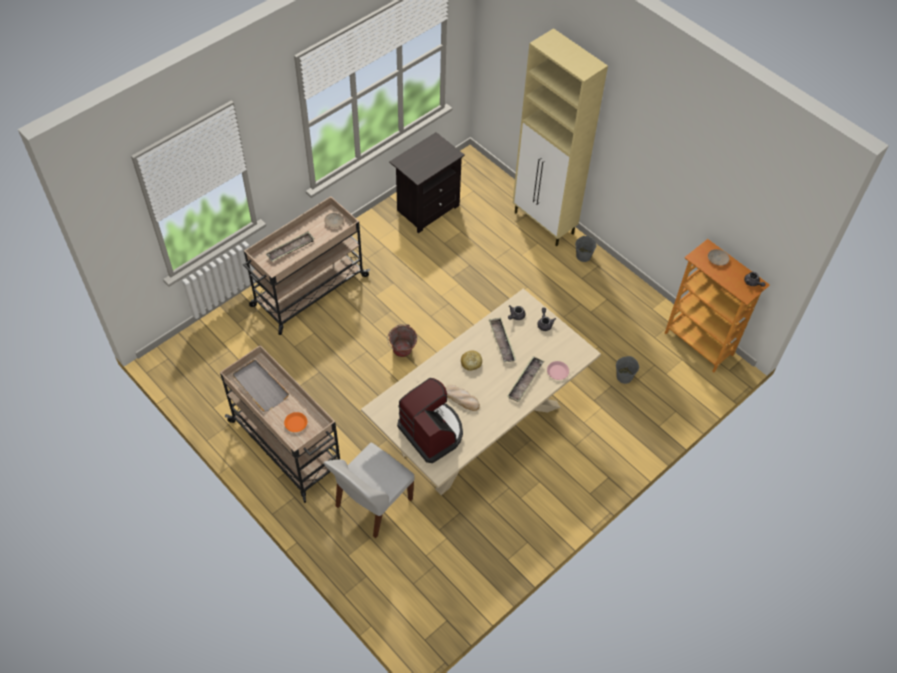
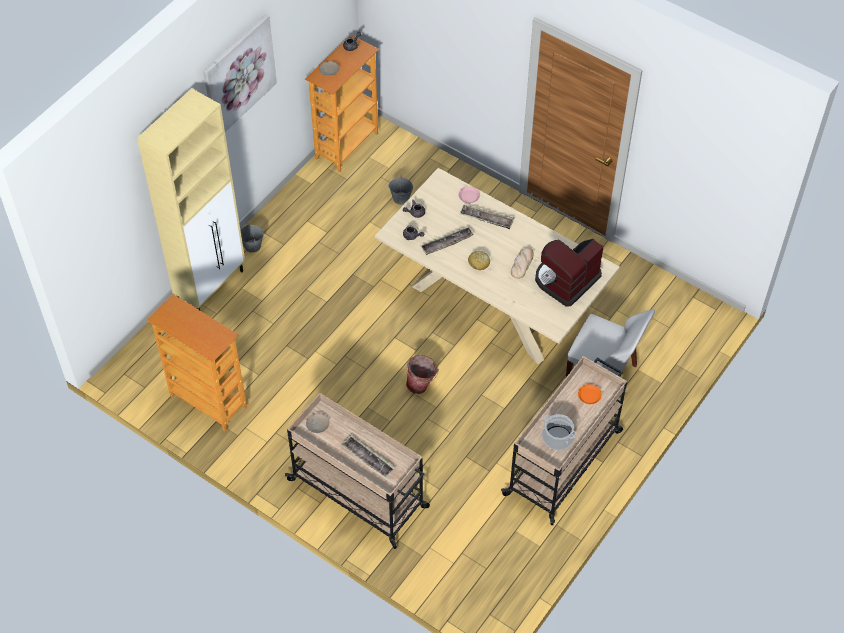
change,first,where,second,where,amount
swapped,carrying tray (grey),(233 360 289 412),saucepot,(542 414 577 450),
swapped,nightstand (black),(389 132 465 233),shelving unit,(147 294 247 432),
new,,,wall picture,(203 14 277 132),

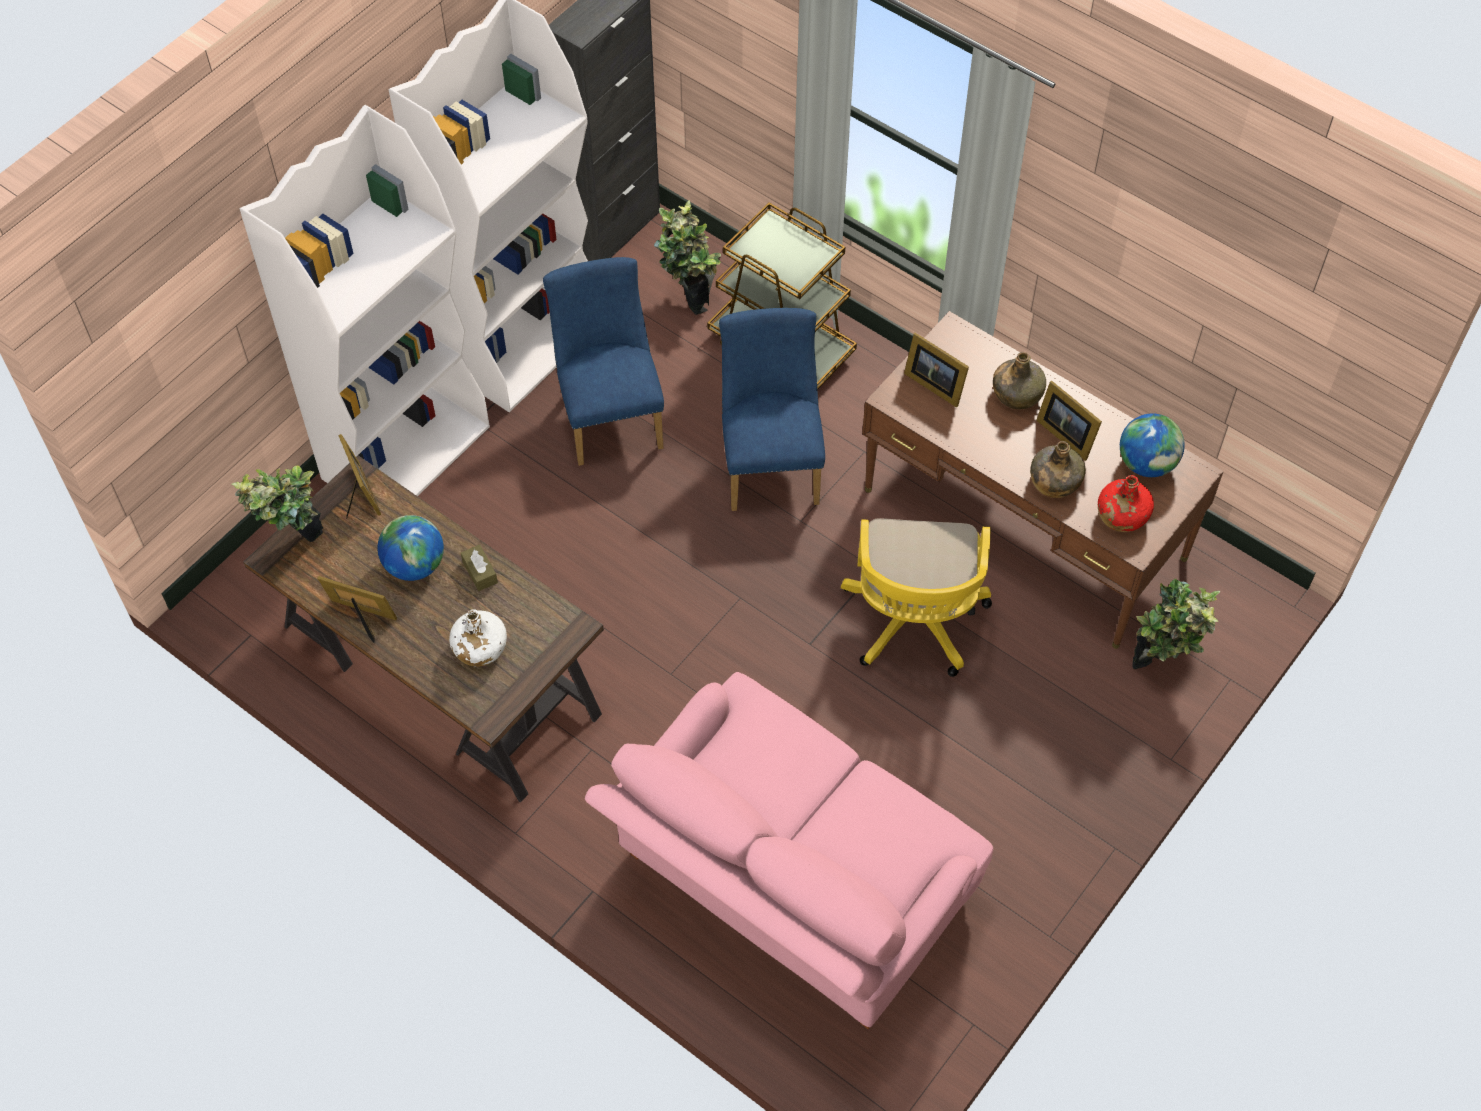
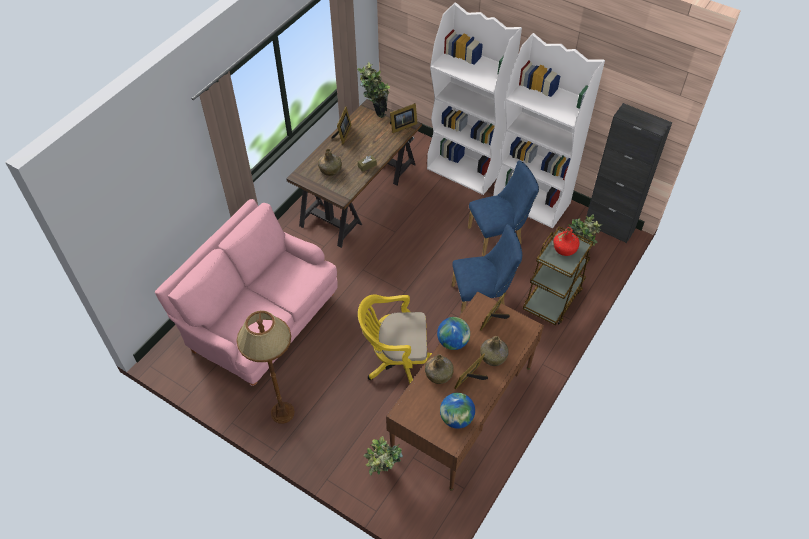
change,first,where,second,where,amount
shifted,globe,(377 515 444 581),,(437 317 470 350),
repainted,bottle (white),(449 609 507 666),bottle (green-coloured),(318 148 342 176),
shifted,bottle (red),(1098 475 1154 532),,(553 227 580 256),
new,,,floor lamp (brown),(236 311 295 424),

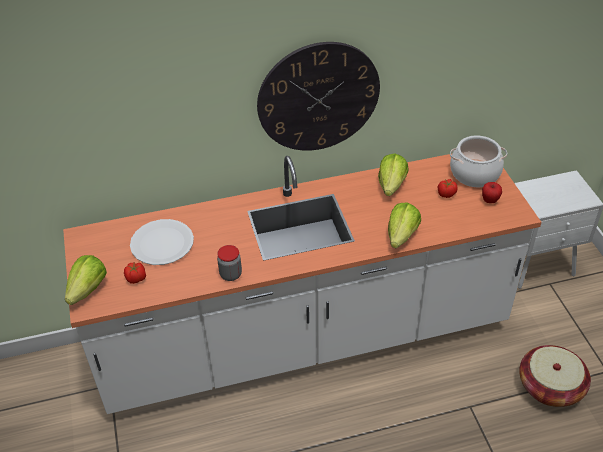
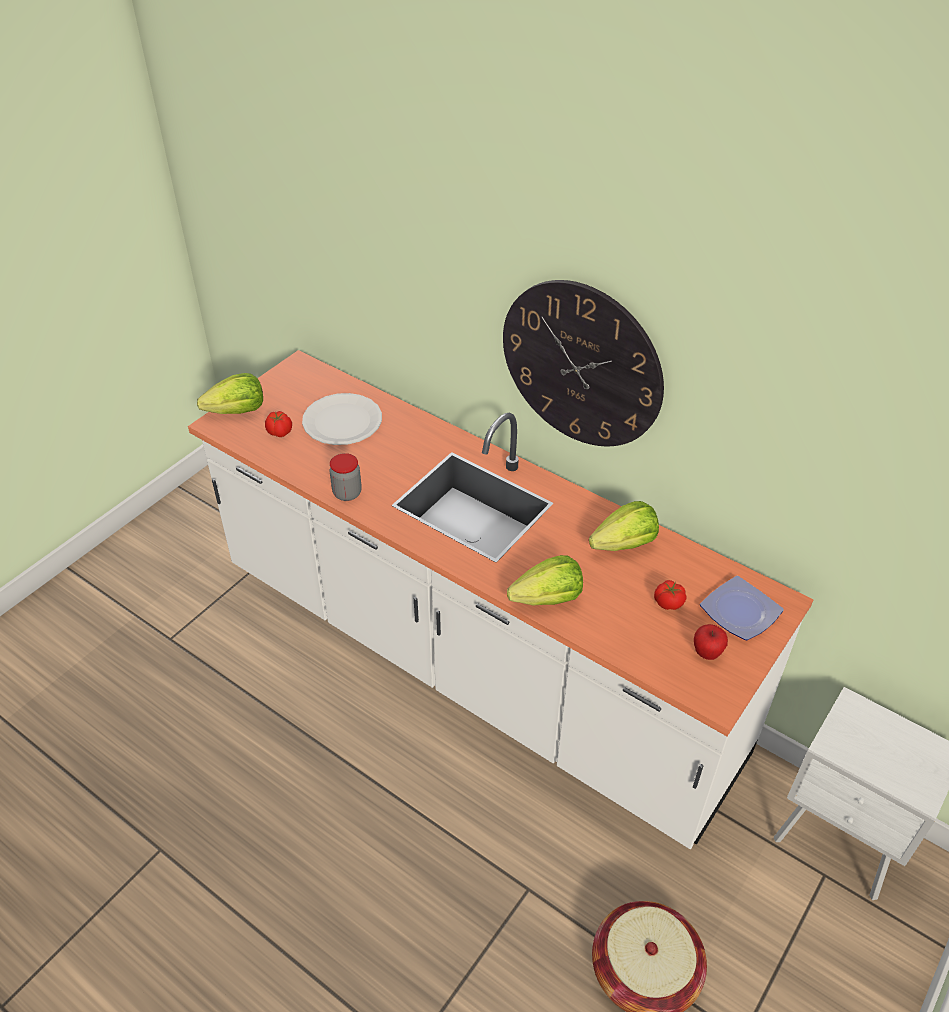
change,first,where,second,where,amount
swapped,saucepot,(450 136 507 187),plate,(700 576 784 640),

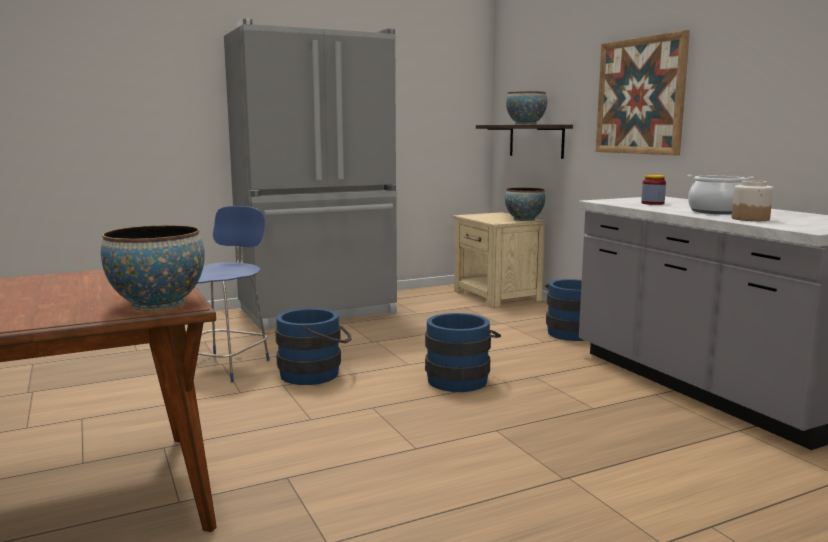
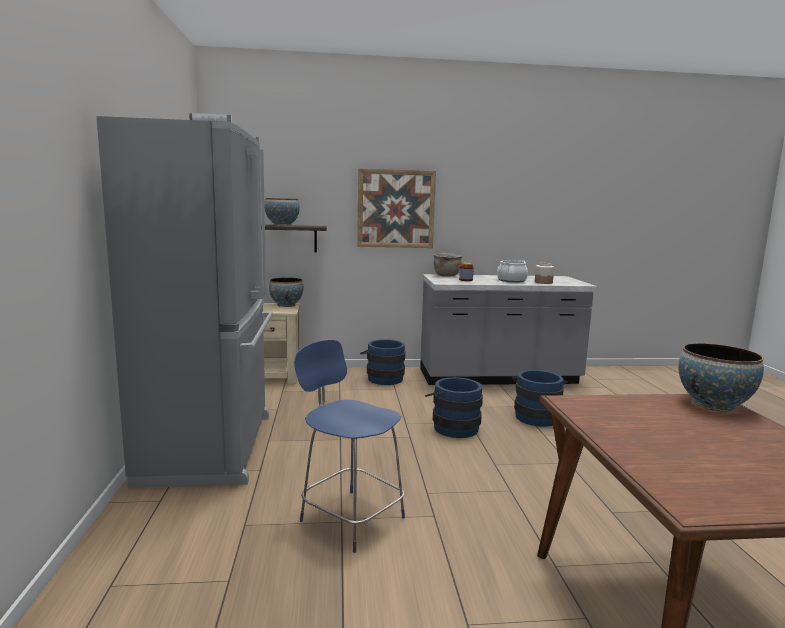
change,first,where,second,where,amount
shifted,bucket (bluish),(275 308 352 385),,(512 370 568 427),
new,,,saucepot (brown),(433 253 462 277),

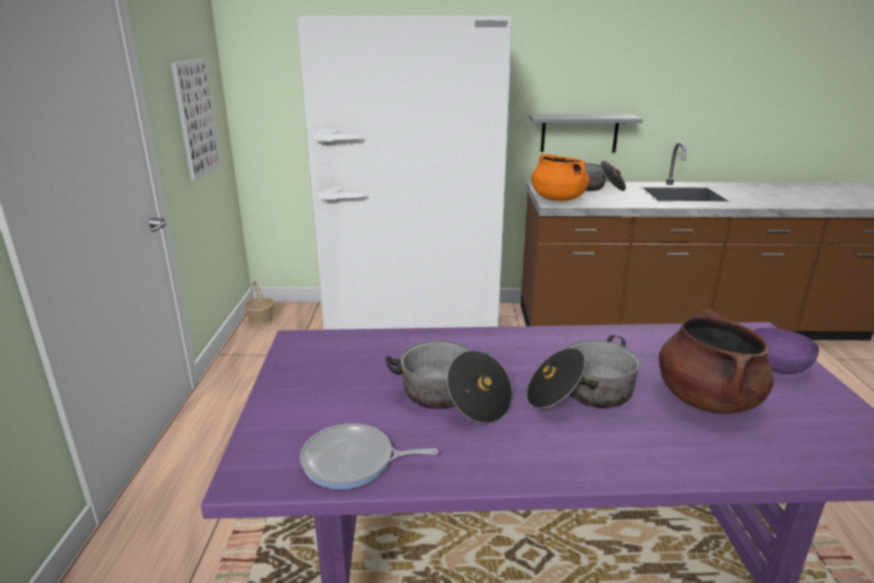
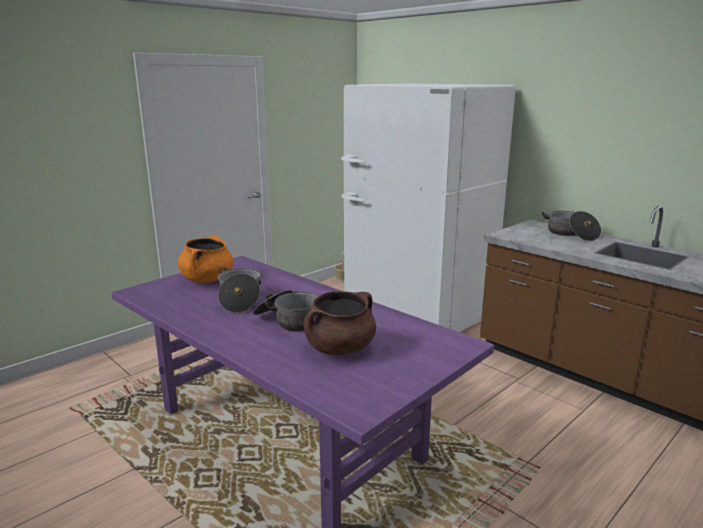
change,first,where,second,where,amount
gone,wall picture,(171 59 220 180),,,
gone,frying pan,(300 423 438 489),,,
gone,wall shelf (grey),(529 114 643 152),,,
shifted,saucepot (orange-coloured),(531 153 589 201),,(178 235 233 283),
gone,bowl (purple),(753 328 819 374),,,

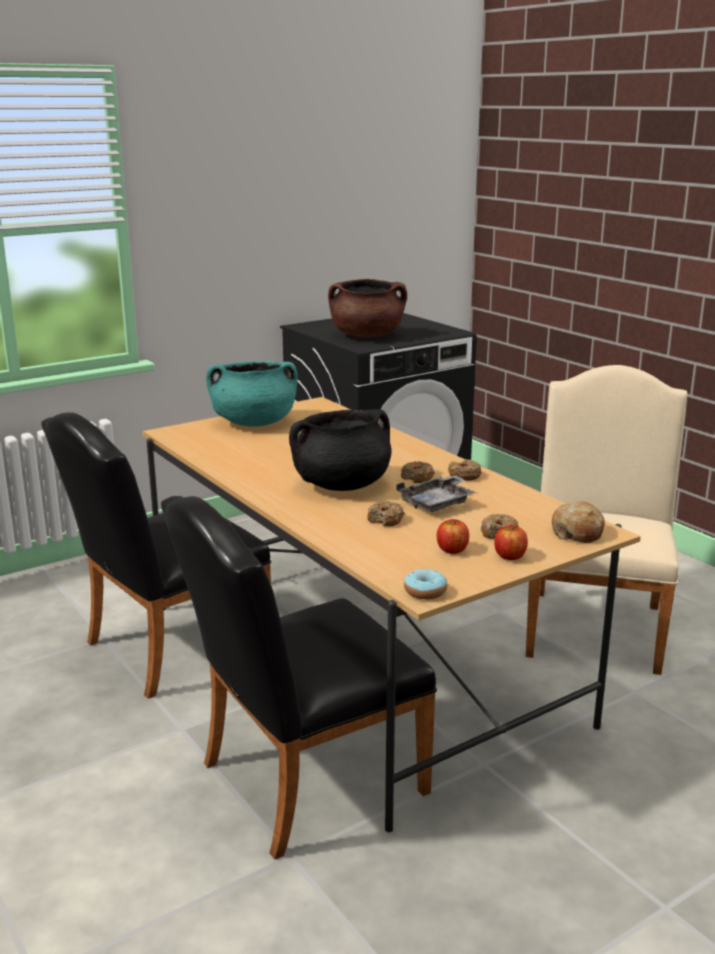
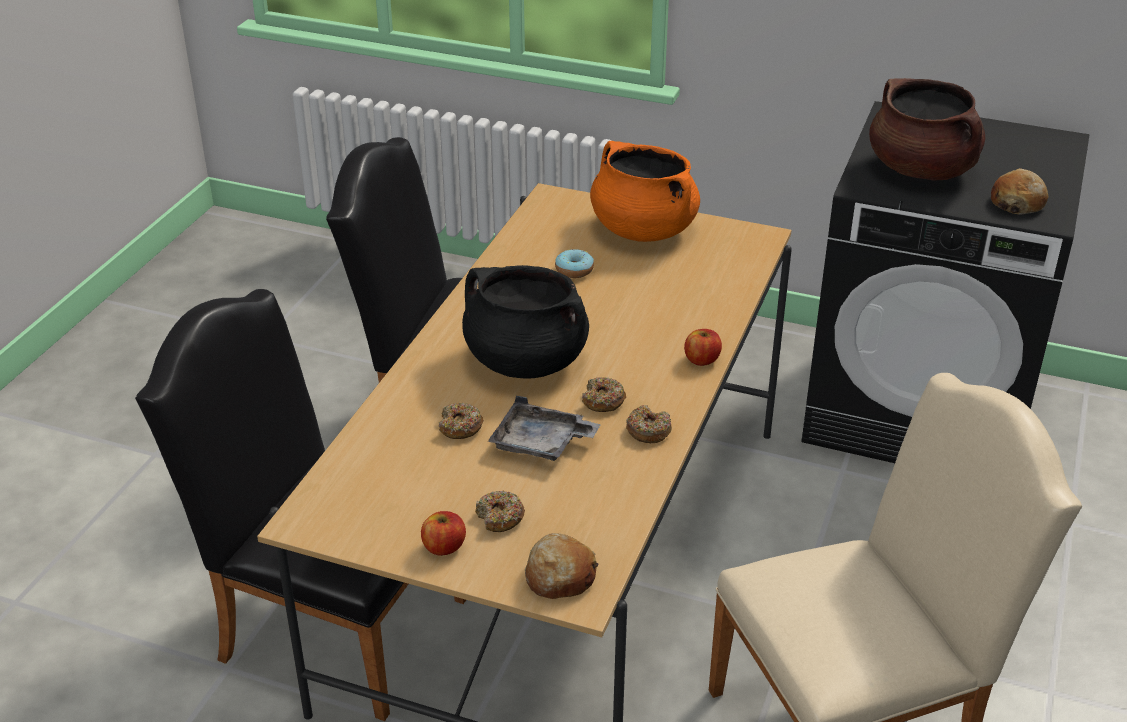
change,first,where,second,where,amount
repainted,saucepot (turquoise-coloured),(206 361 298 427),saucepot (orange-coloured),(590 141 700 242),
shifted,donut,(404 569 447 599),,(555 249 594 278),
shifted,apple fruit,(437 519 469 554),,(684 329 722 366),
new,,,bakery bread,(991 168 1048 215),

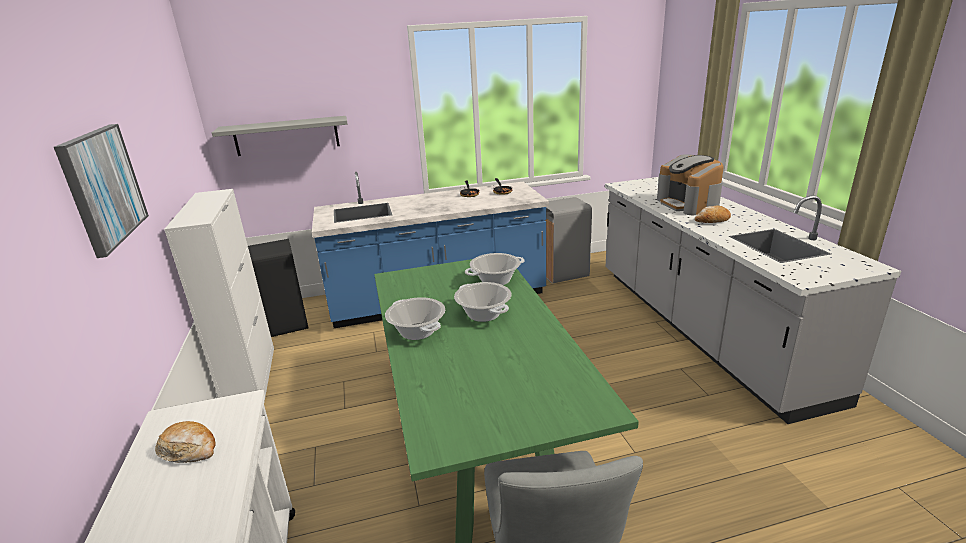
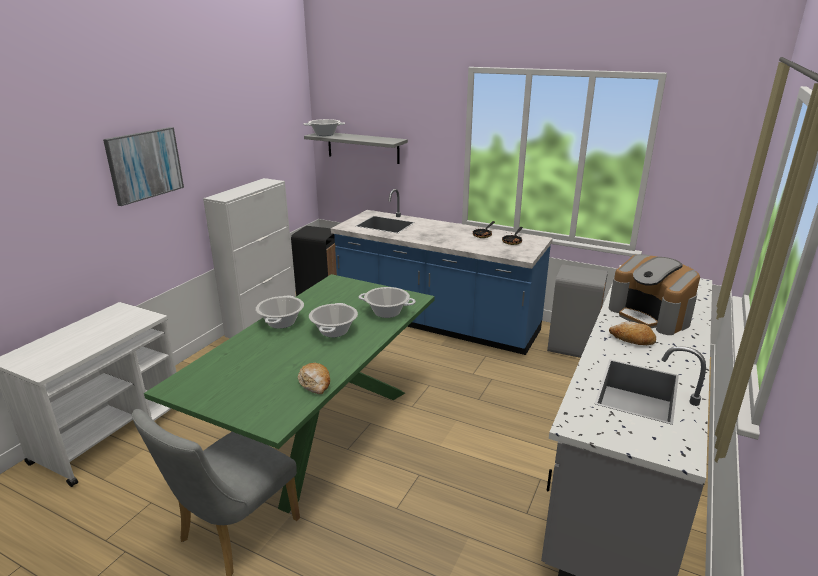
change,first,where,second,where,amount
shifted,bakery bread,(155 421 216 463),,(298 363 330 394),
rotated,coffee brewer,(657 154 724 215),,(608 254 700 335),60 degrees counterclockwise
new,,,saucepot,(303 119 345 136),

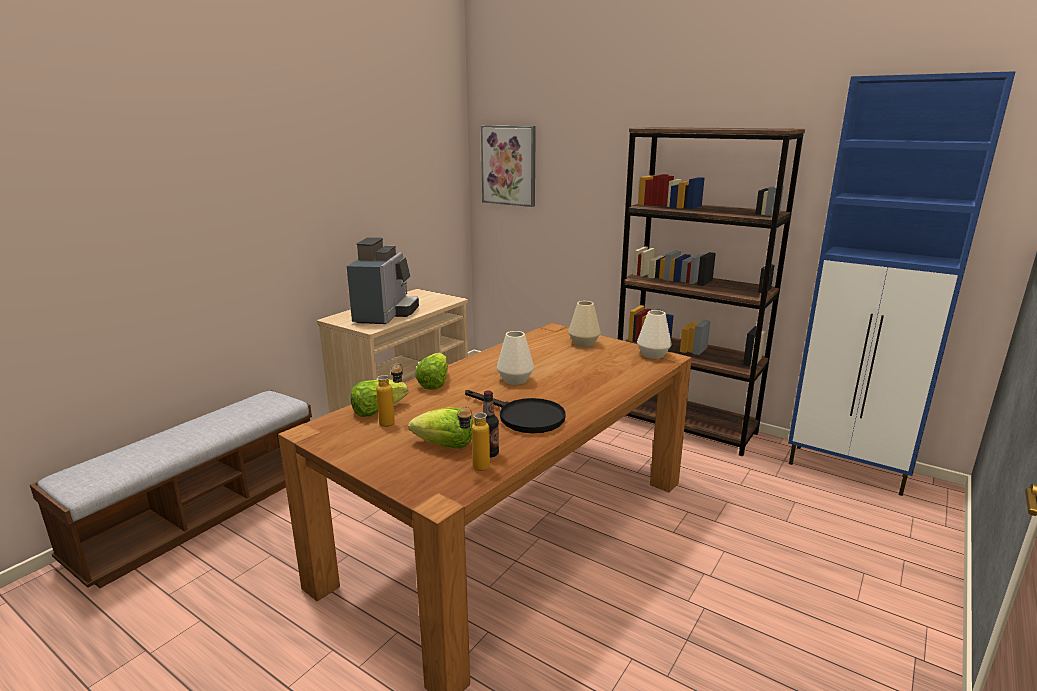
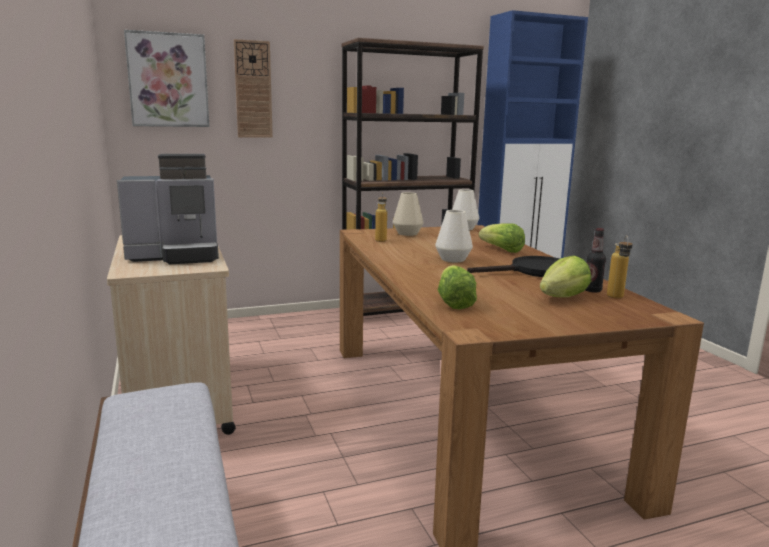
change,first,where,second,where,amount
rotated,coffee brewer,(347 237 419 324),,(117 154 219 264),120 degrees clockwise
shifted,bottle,(376 364 403 427),,(375 193 387 242),
shifted,lettuce head,(415 353 448 390),,(479 223 525 253),
new,,,hanging clock,(234 39 273 138),

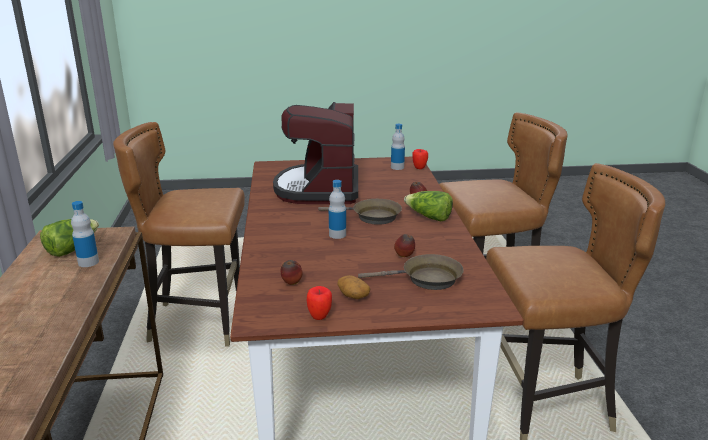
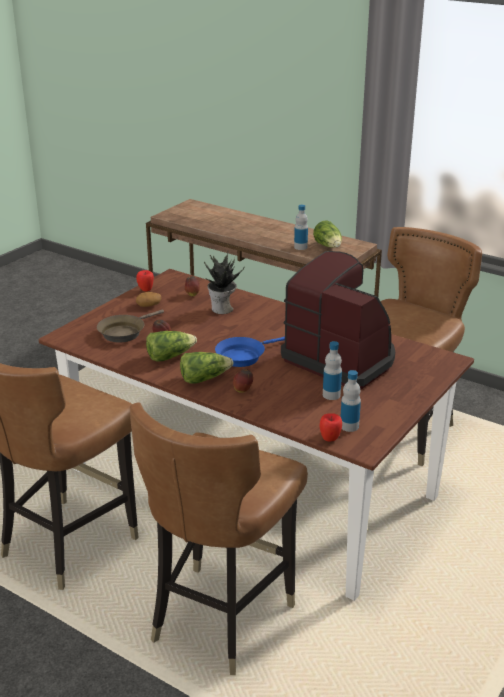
change,first,where,second,where,amount
repainted,frying pan (brown),(318 199 402 225),frying pan (bluish),(215 337 285 367),
shifted,bottle,(329 180 346 239),,(323 341 342 400),
new,,,lettuce head,(146 331 197 362),
new,,,houseplant,(204 252 245 314),

